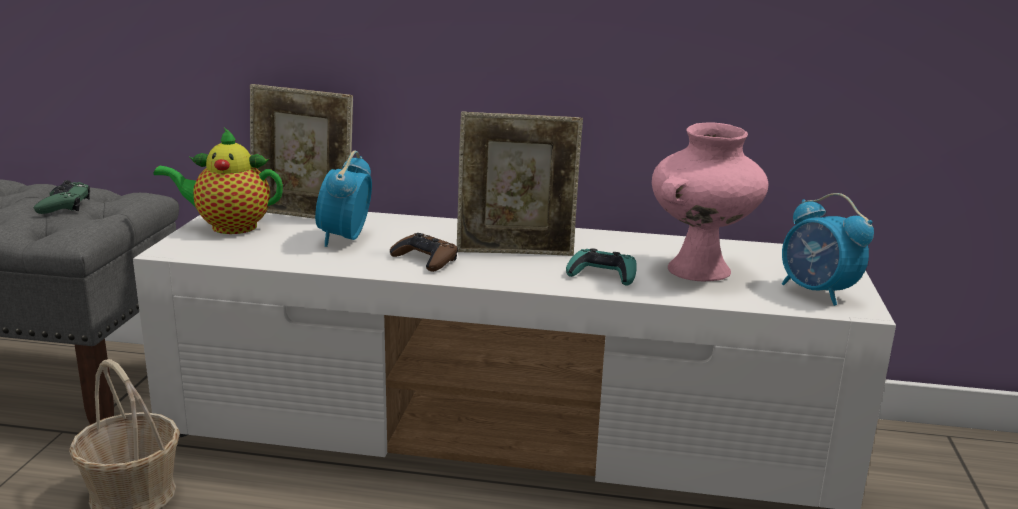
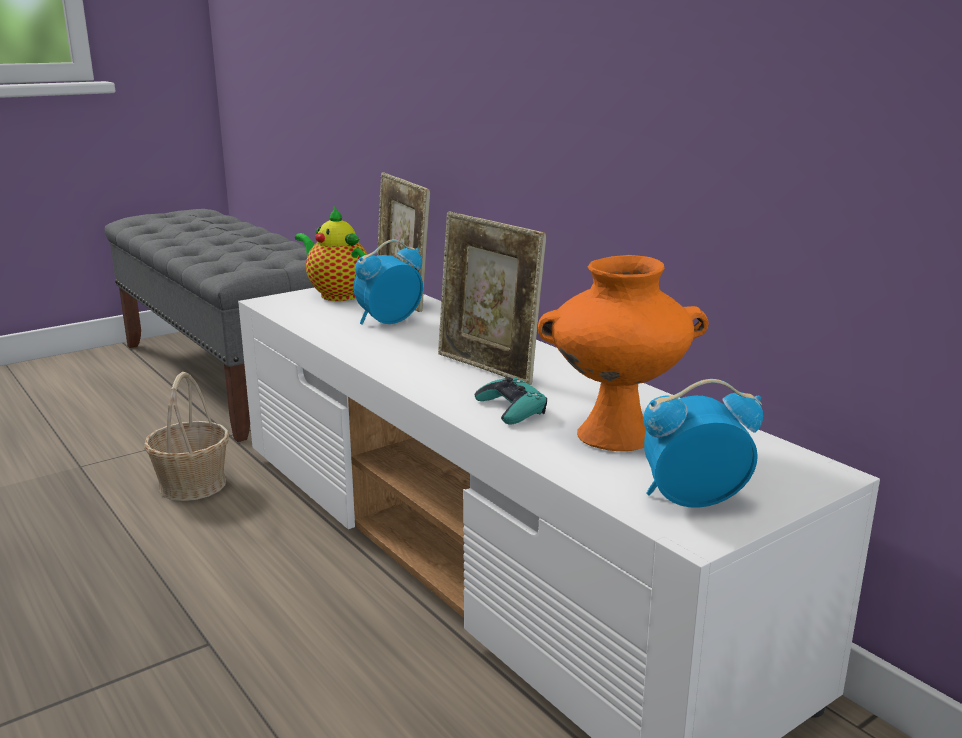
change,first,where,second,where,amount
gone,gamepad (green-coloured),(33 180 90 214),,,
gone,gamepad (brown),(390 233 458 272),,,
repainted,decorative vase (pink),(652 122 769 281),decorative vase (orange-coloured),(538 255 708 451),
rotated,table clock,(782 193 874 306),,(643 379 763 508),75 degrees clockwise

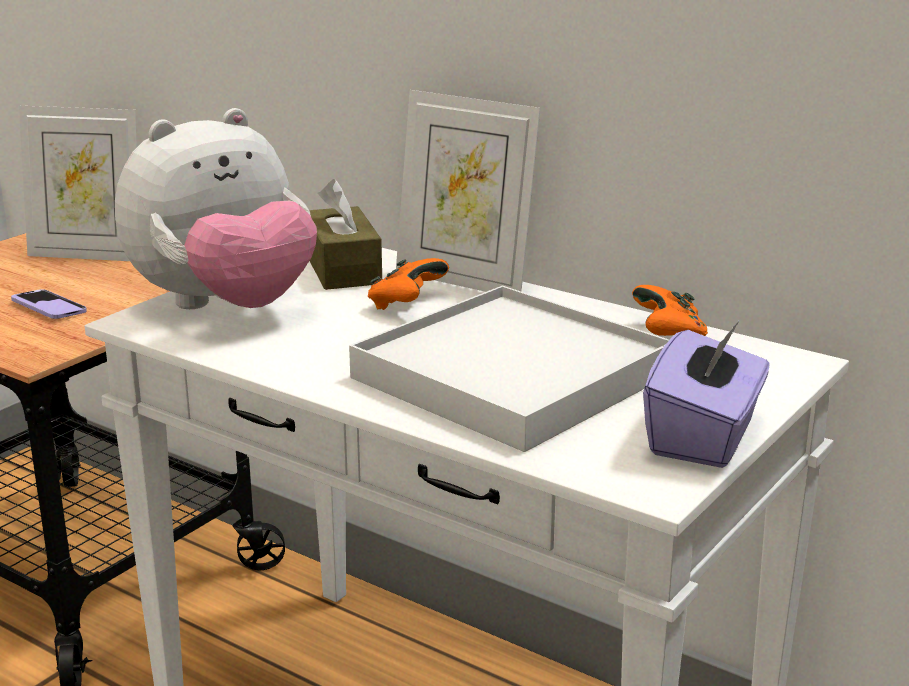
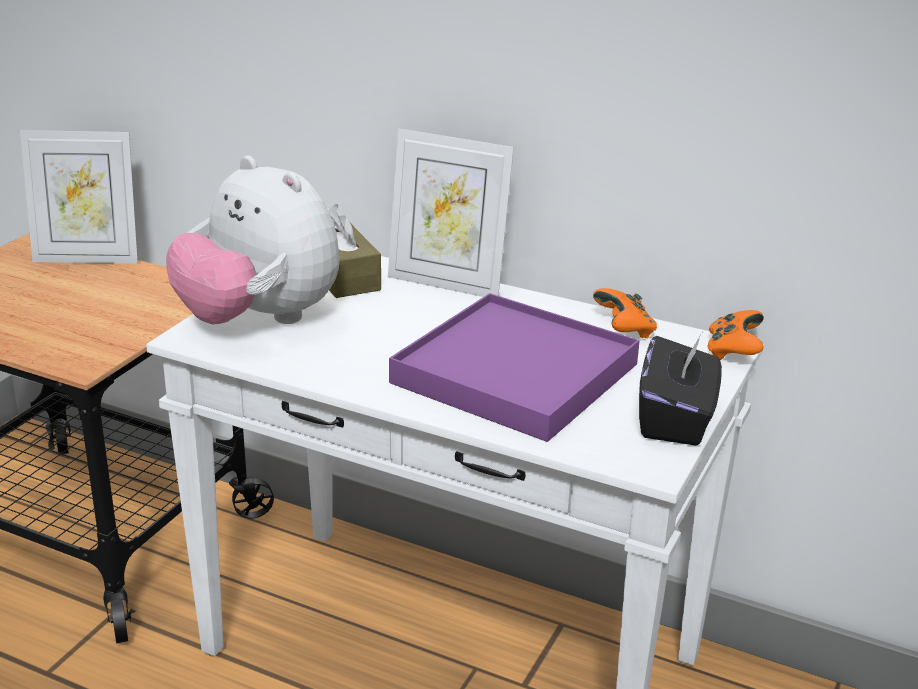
change,first,where,second,where,amount
gone,handset,(11 289 86 319),,,
rotated,cuddly toy,(115 108 317 309),,(166 156 340 324),90 degrees clockwise
repainted,carrying tray (white),(349 286 669 452),carrying tray (purple),(389 293 640 442),
shifted,gamepad (orange-coloured),(368 258 449 310),,(707 310 764 360),
repainted,tissue box (purple),(643 320 769 468),tissue box (black),(639 333 722 446),

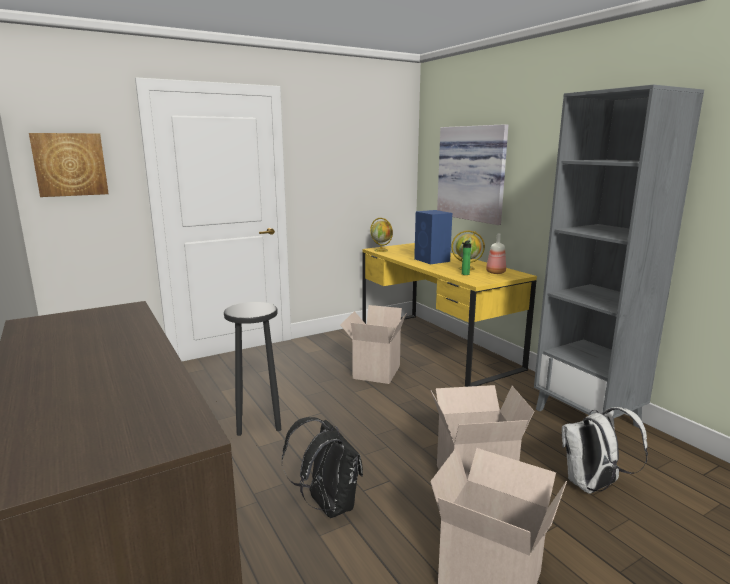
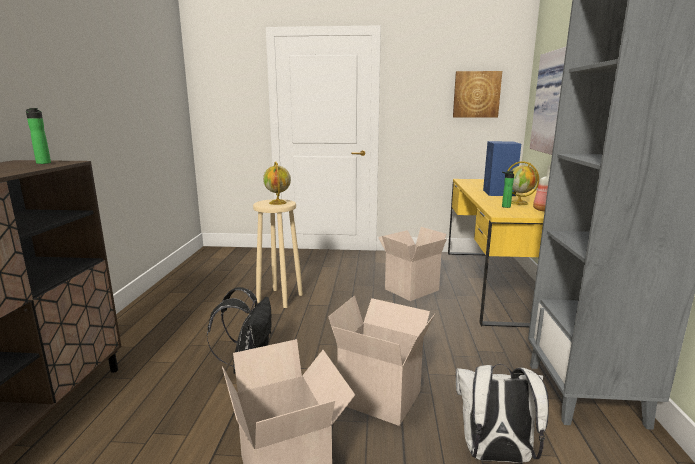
change,first,where,second,where,amount
shifted,wall picture,(29 133 109 197),,(453 71 502 117),
repainted,stool seat (black),(224 302 281 436),stool seat (beige),(253 199 303 308),
shifted,globe,(370 218 393 252),,(263 162 291 205),
new,,,bottle,(26 108 51 164),

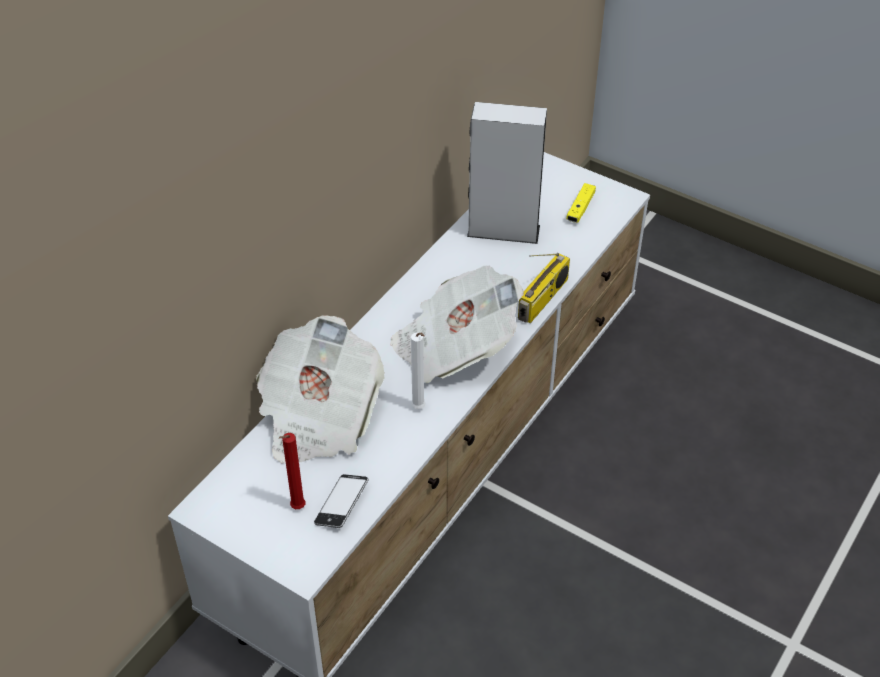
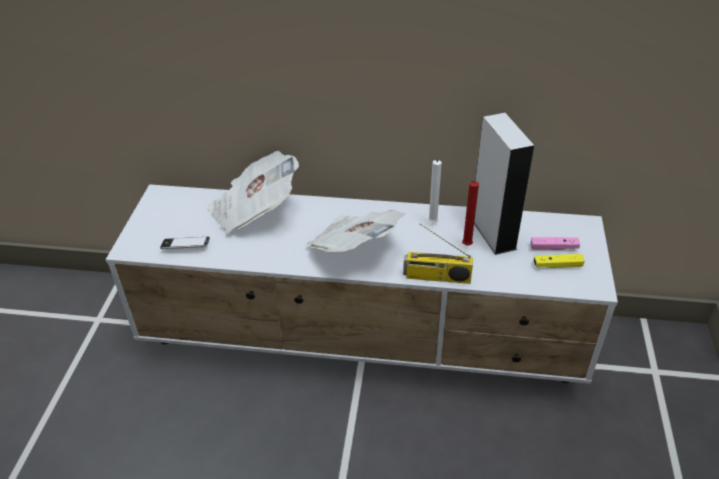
change,first,where,second,where,amount
shifted,wax candle (red),(279 433 305 509),,(462 175 479 245),
shifted,wax candle (white),(411 333 426 409),,(428 159 442 223),
new,,,gamepad (pink),(531 237 580 250),

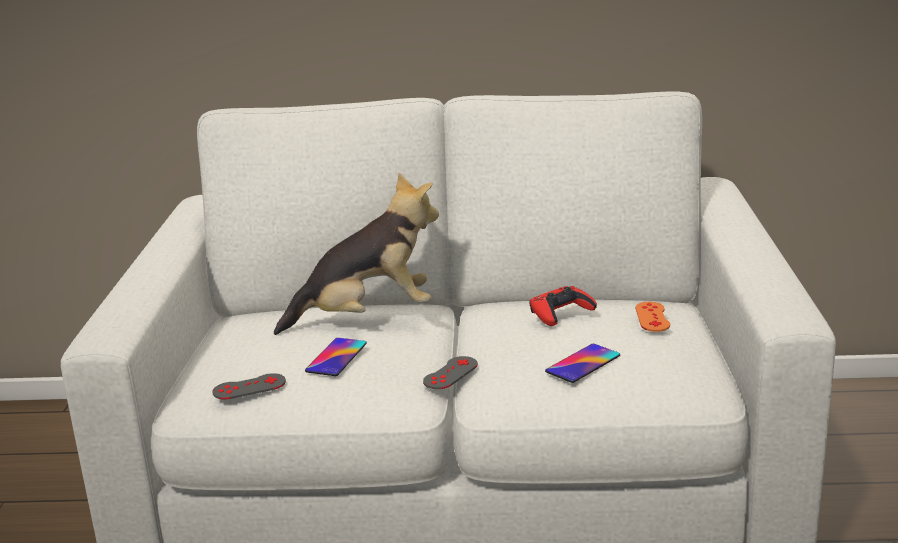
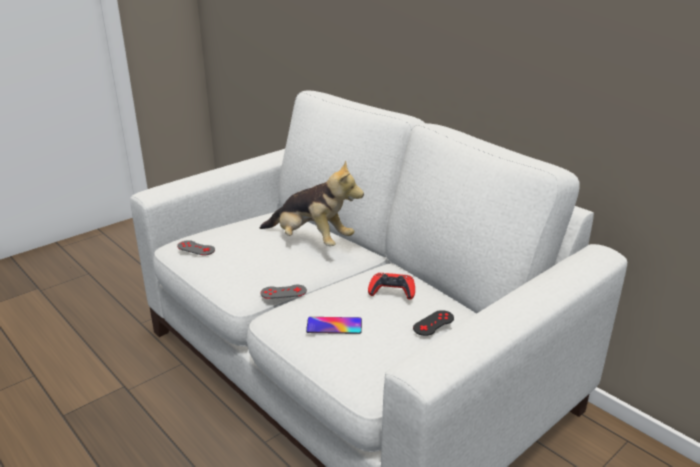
change,first,where,second,where,amount
gone,handset,(305 338 367 376),,,
repainted,gamepad (orange-coloured),(636 302 670 332),gamepad (black),(413 310 454 336),

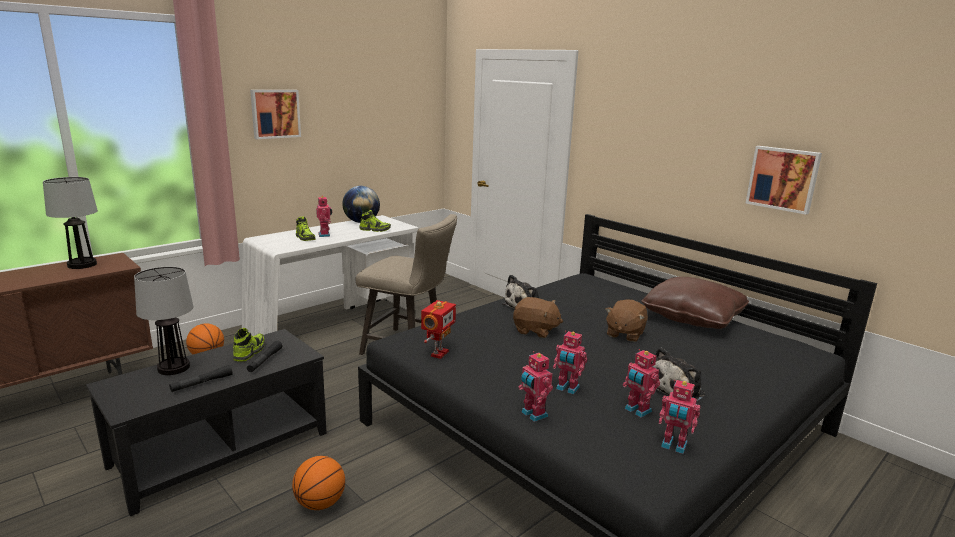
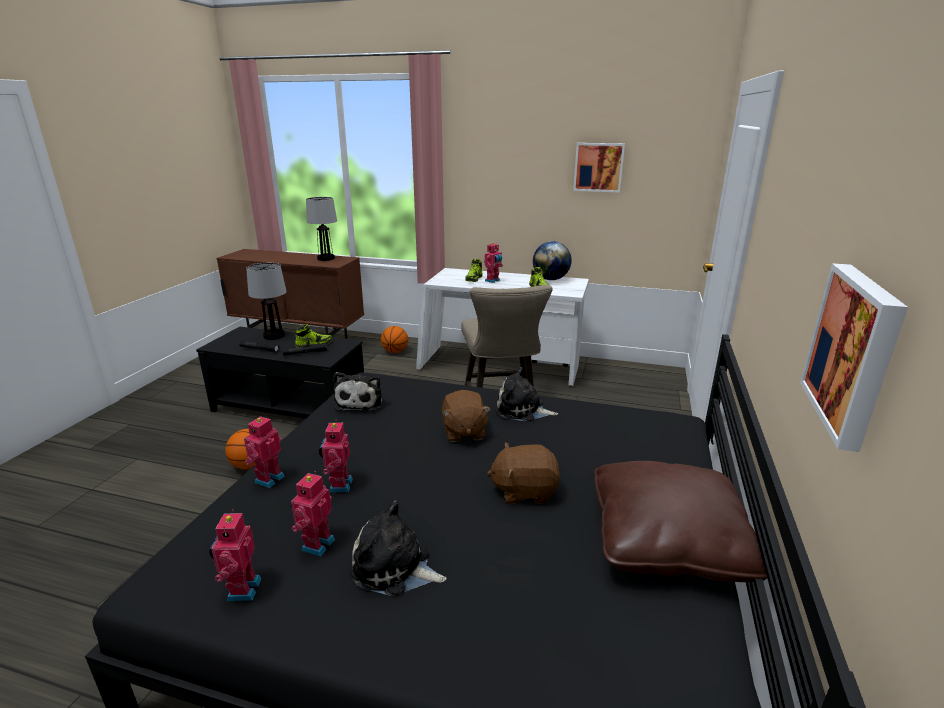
change,first,where,second,where,amount
shifted,wall picture,(250 90 301 139),,(573 143 625 193),
swapped,robot figure,(421 300 456 359),cuddly toy,(333 372 382 411),

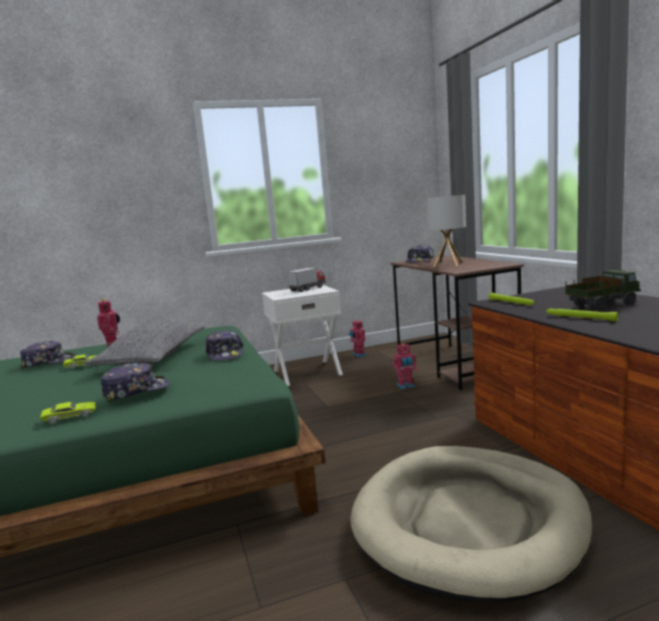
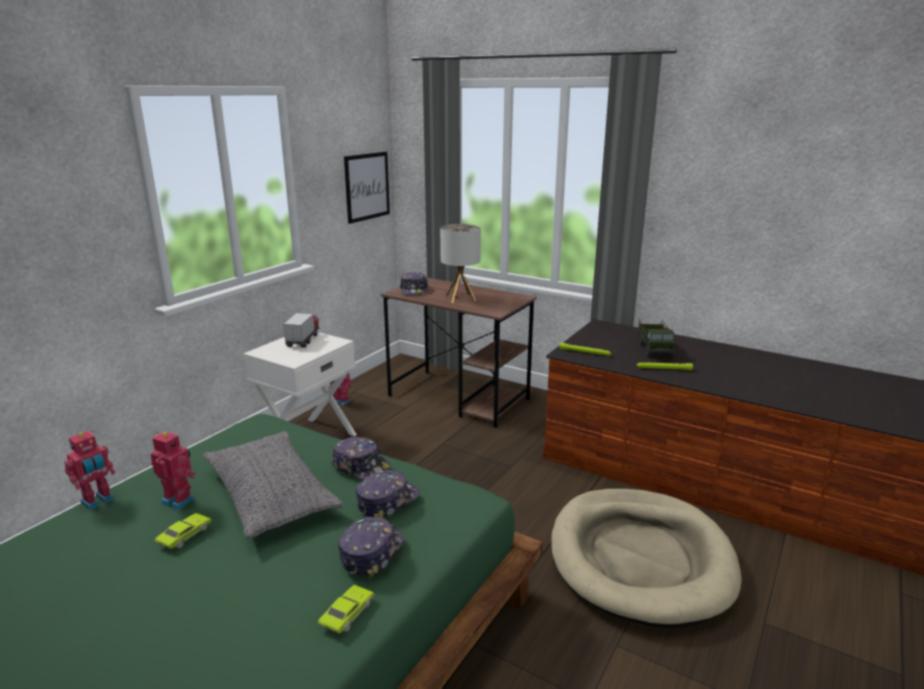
change,first,where,second,where,amount
shifted,peaked cap,(20 341 76 369),,(356 470 420 517),
shifted,robot figure,(393 343 417 389),,(65 430 115 510),
rotated,toy truck,(565 270 641 310),,(638 319 676 357),150 degrees clockwise
new,,,wall picture,(344 152 390 224),

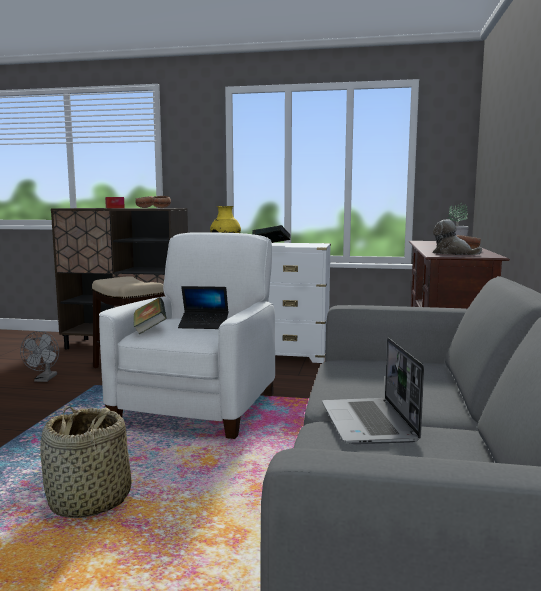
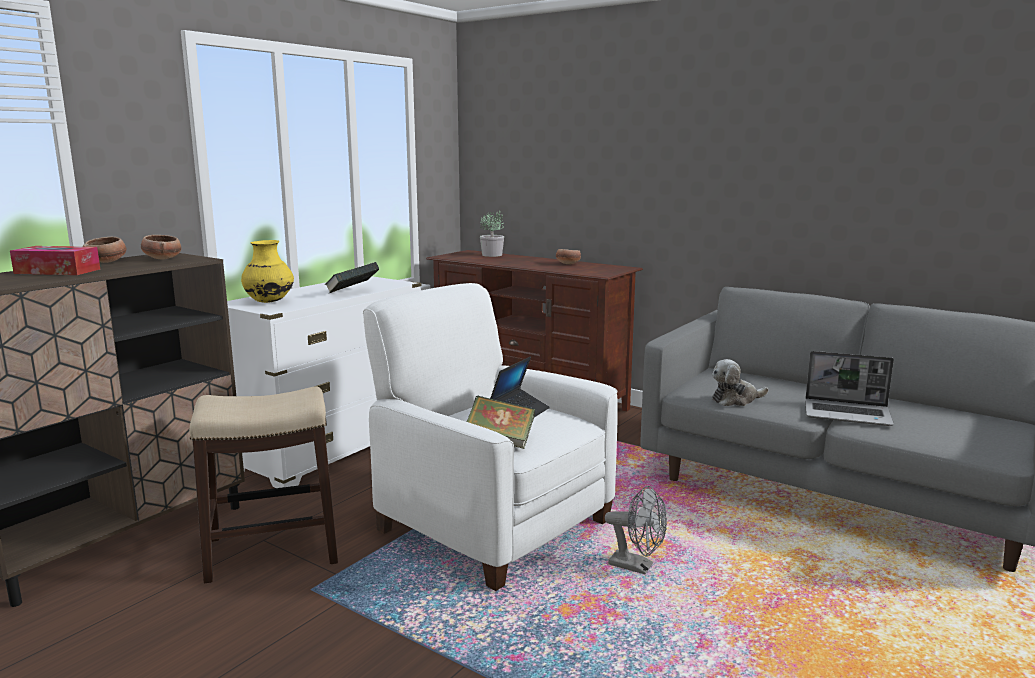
change,first,where,second,where,amount
shifted,fan (grey),(20 331 59 382),,(605 485 667 574),
gone,household basket,(40 406 132 518),,,
shifted,cuddly toy,(433 219 482 255),,(712 359 769 406),

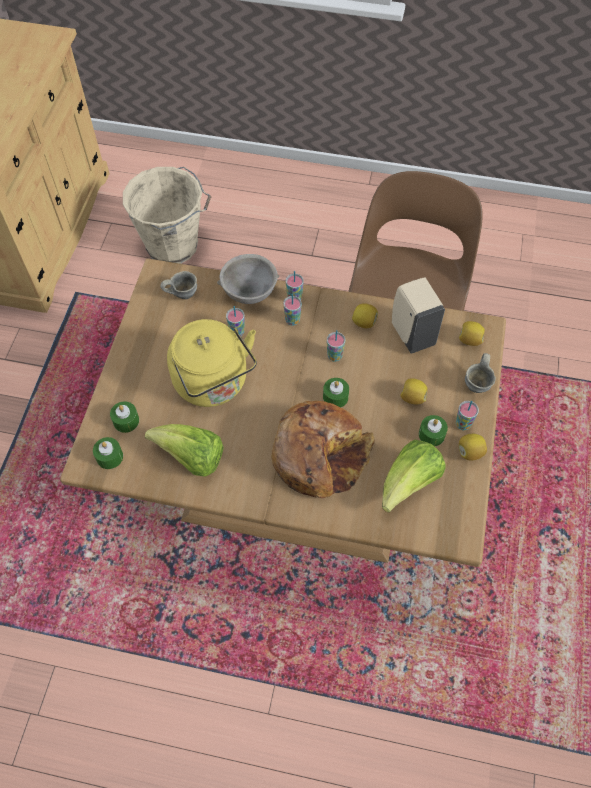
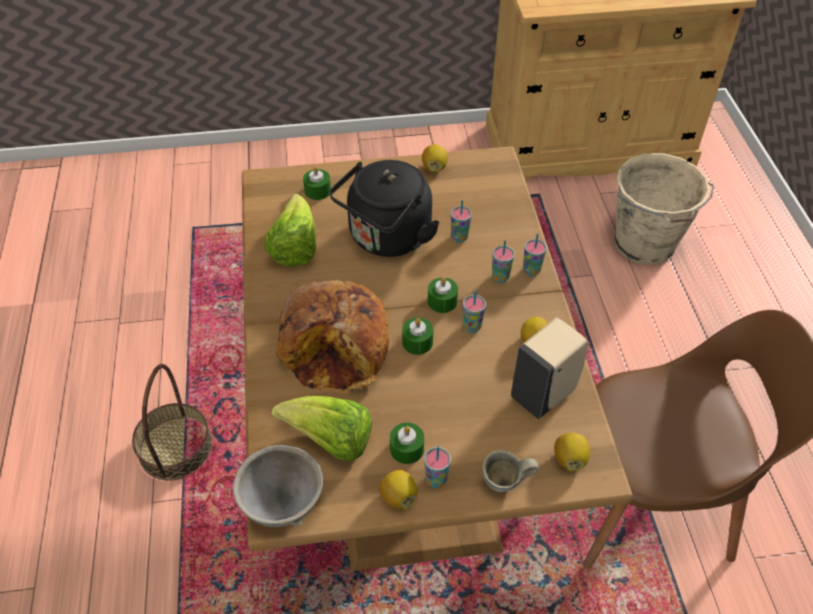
change,first,where,second,where,amount
shifted,wax candle (green-coloured),(93 437 123 469),,(428 277 458 313),
gone,mug (grey),(160 271 197 299),,,
repainted,tea kettle (yellowish),(167 319 257 407),tea kettle (black),(329 160 440 257),
shifted,bowl (grey),(217 254 279 304),,(233 445 323 527),
shifted,whole lemon,(400 378 428 405),,(422 144 448 172),
new,,,household basket,(132 364 212 481),

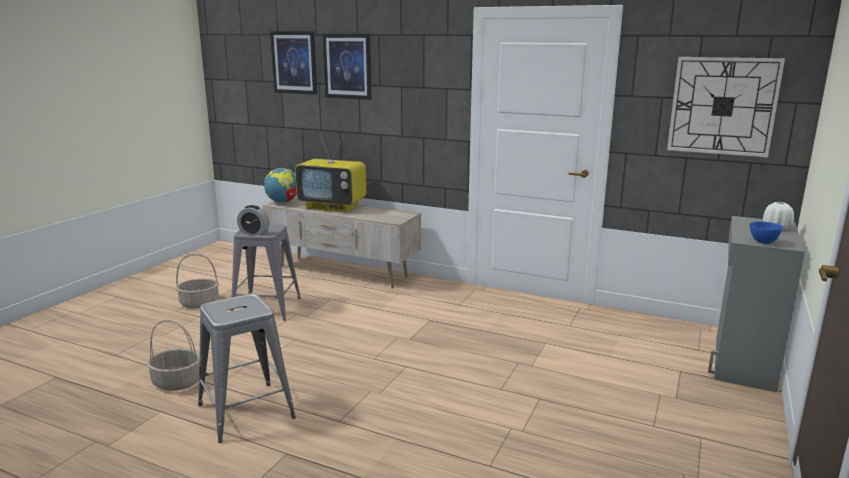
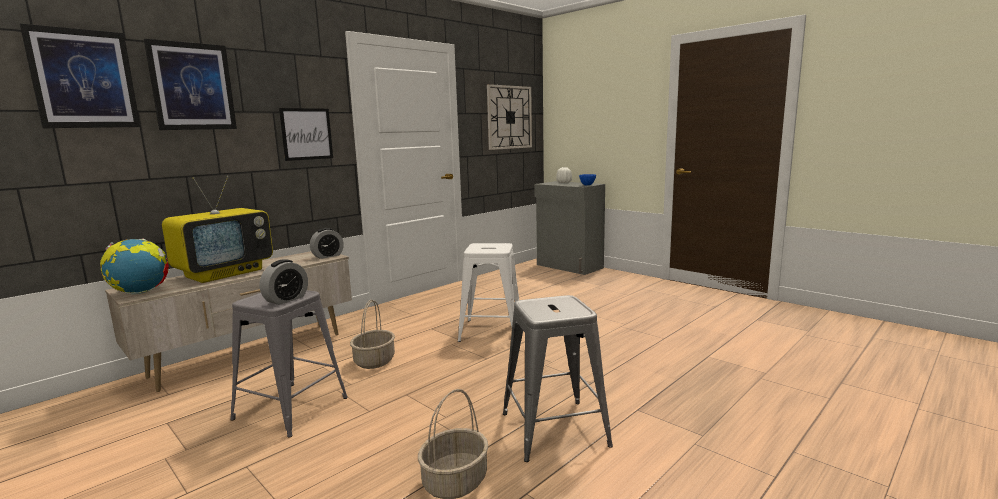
change,first,where,second,where,amount
shifted,household basket,(176 253 219 308),,(350 300 395 369),
new,,,wall picture,(279 108 333 161),
new,,,table clock,(310 228 344 259),
new,,,stool seat (white),(458 243 519 342),

